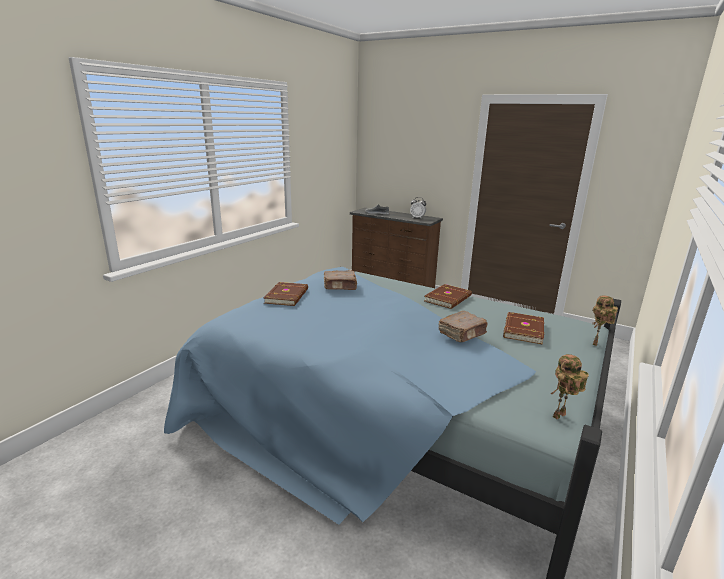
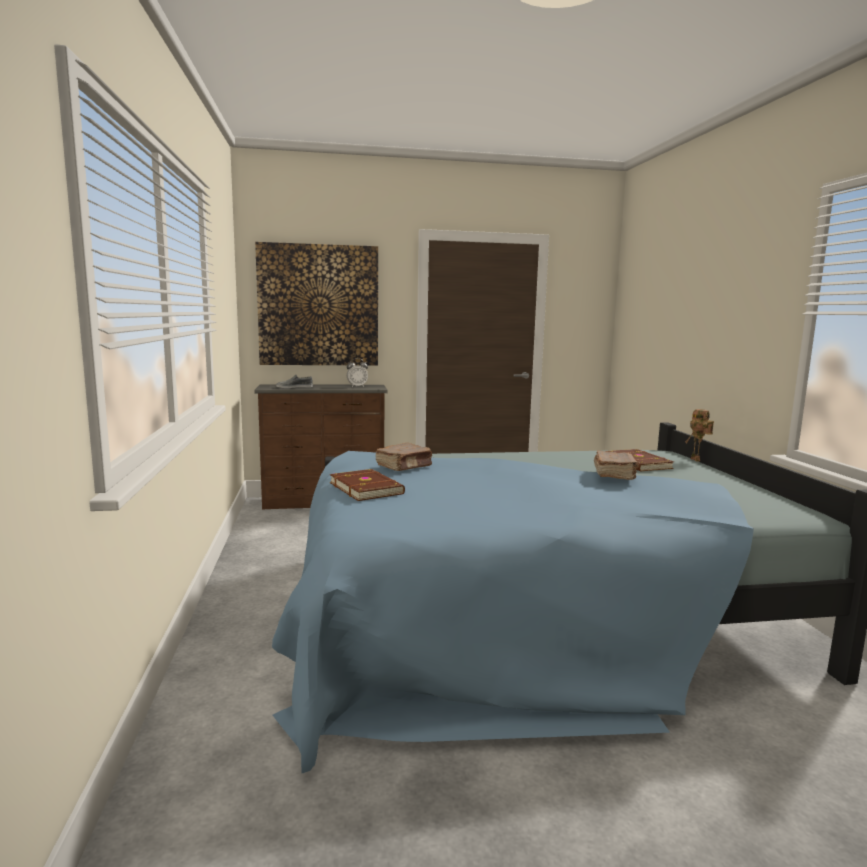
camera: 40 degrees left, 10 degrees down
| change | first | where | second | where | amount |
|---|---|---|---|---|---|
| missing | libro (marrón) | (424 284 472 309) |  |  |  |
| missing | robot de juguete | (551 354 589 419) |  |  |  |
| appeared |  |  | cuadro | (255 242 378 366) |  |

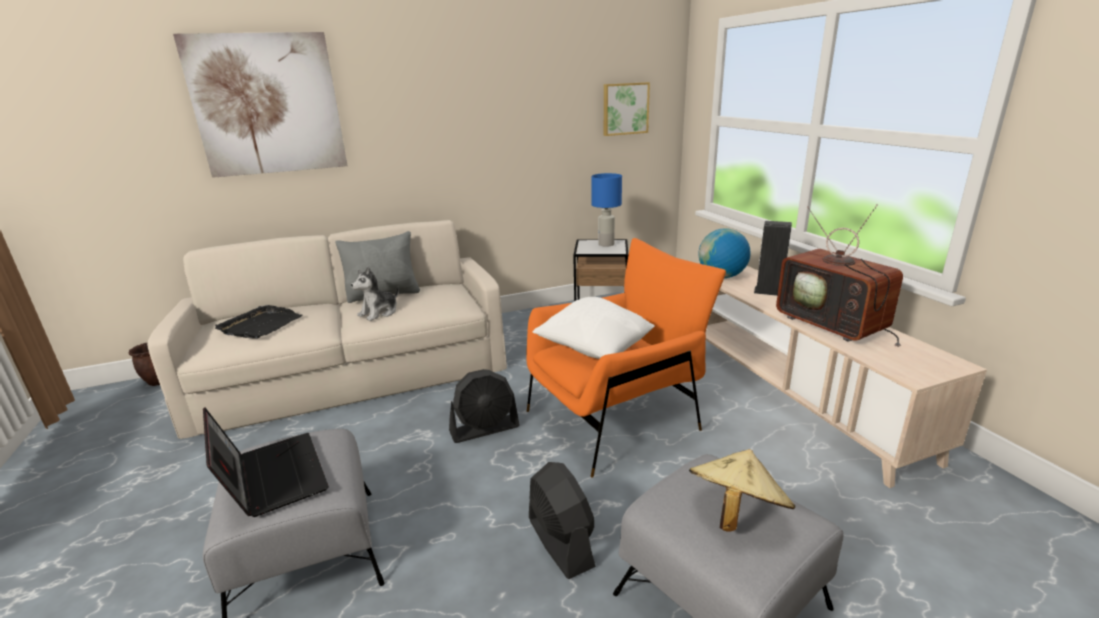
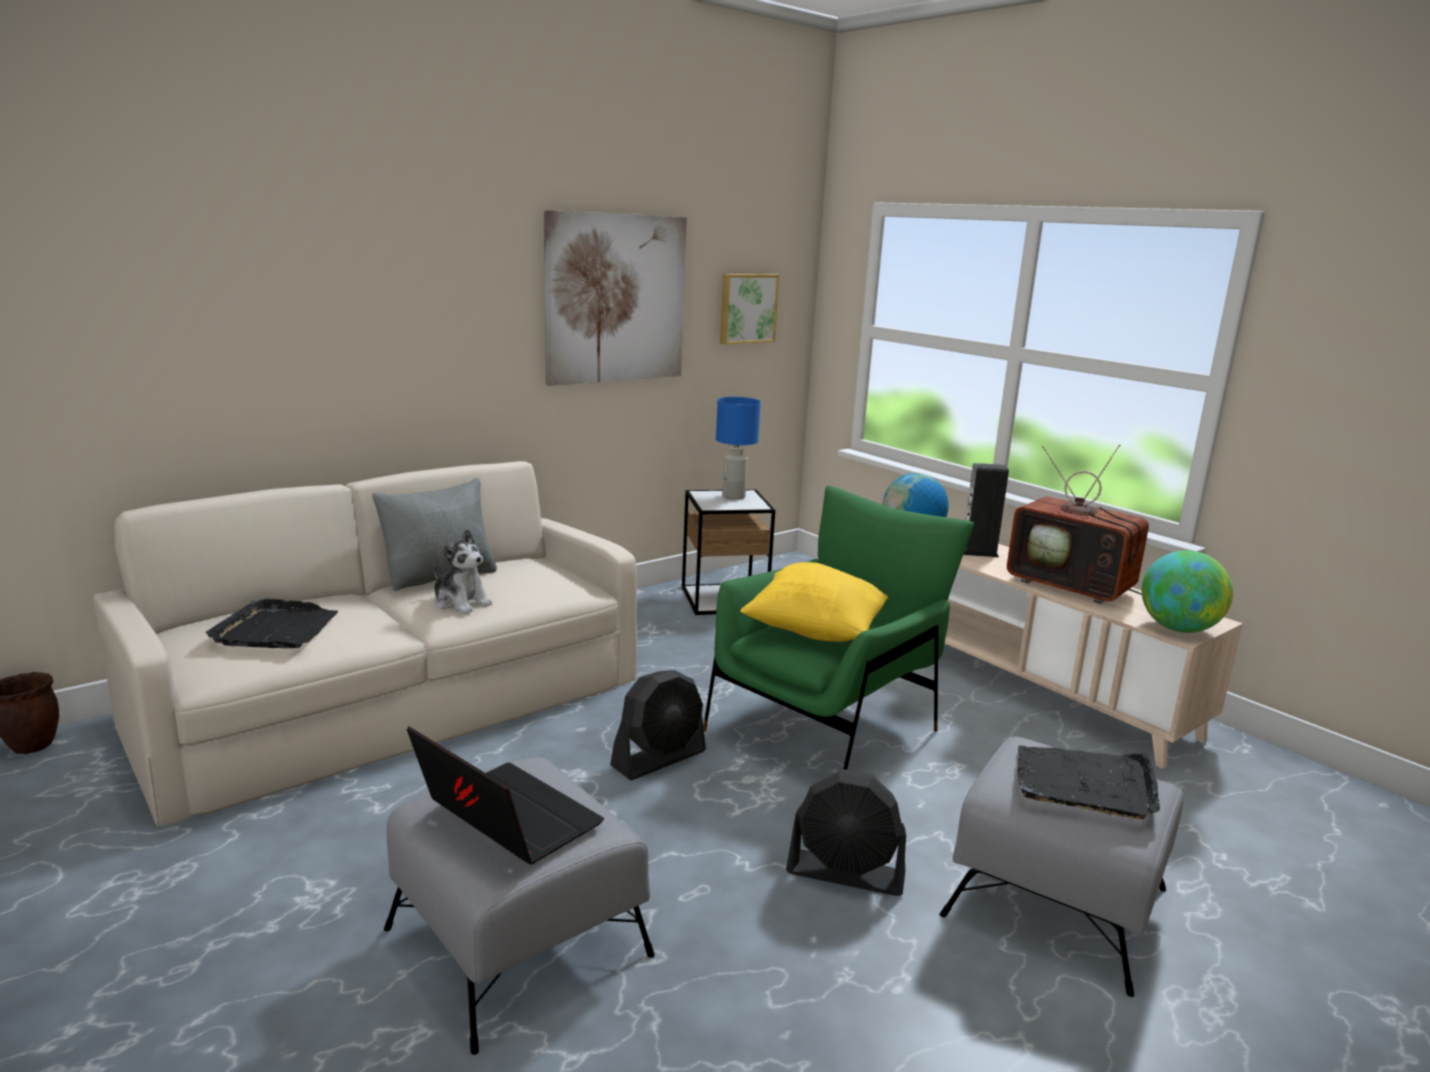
camera: 20 degrees left, 5 degrees down
| change | first | where | second | where | amount |
|---|---|---|---|---|---|
| relocated | cuadro | (173 32 347 178) |  | (544 210 687 386) |  |
| colour | sillón (naranja) | (526 238 726 478) | sillón (verde) | (703 485 974 770) |  |
| spun | peluche | (351 267 399 321) |  | (433 529 492 614) | 75 degrees counterclockwise |
| colour | cojín (blanco) | (532 297 655 359) | cojín (amarillo) | (740 562 888 642) |  |
| exchanged | sombrero (beis) | (689 449 795 532) | bandeja (negro) | (1017 745 1160 820) |  |
| spun | ventilador (negro) | (529 462 596 579) |  | (786 769 906 896) | 150 degrees clockwise |
| appeared |  |  | globo terráqueo | (1142 550 1233 633) |  |

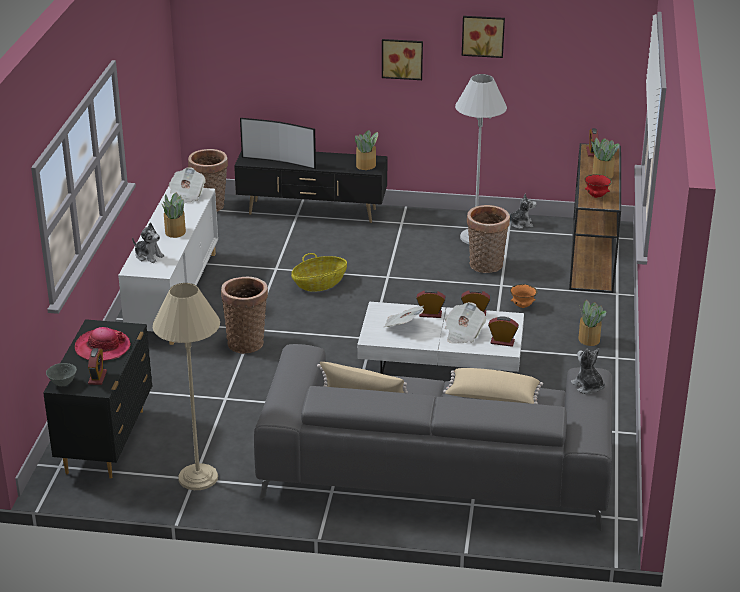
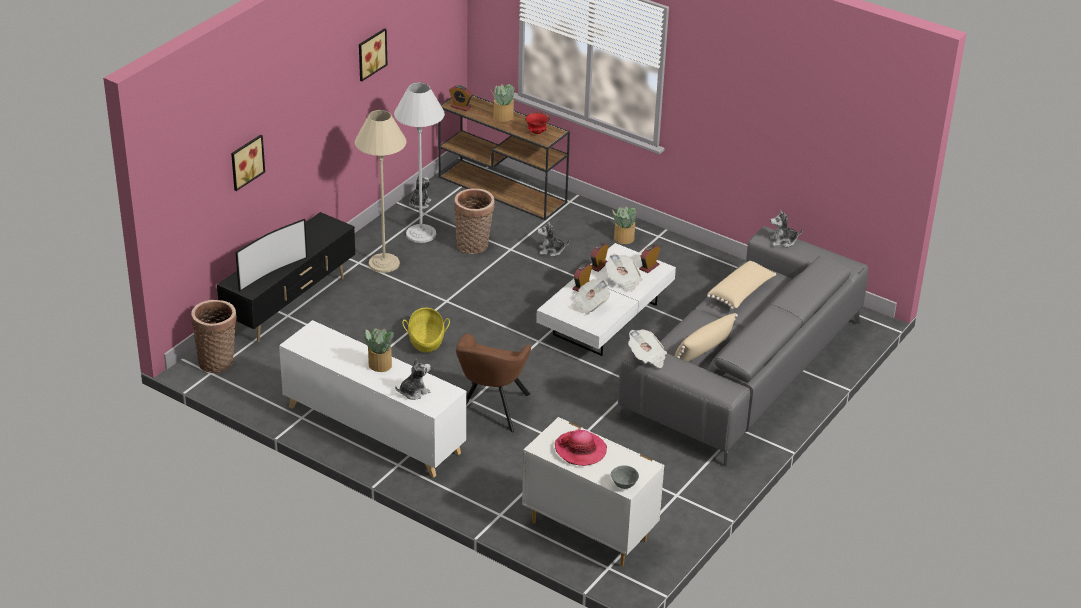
camera: 65 degrees left, 5 degrees up
| change | first | where | second | where | amount |
|---|---|---|---|---|---|
| relocated | cuadro | (382 39 423 80) |  | (231 135 265 191) |  |
| missing | planta en maceta | (355 130 378 170) |  |  |  |
| relocated | periódico | (169 167 206 203) |  | (628 329 667 368) |  |
| exchanged | cesta | (221 277 268 354) | sillón (marrón) | (456 334 531 432) |  |
| relocated | lámpara de pie (beis) | (152 283 220 490) |  | (355 110 407 273) |  |
| exchanged | cuenco (naranja) | (510 284 538 308) | peluche | (537 221 569 257) |  |
| colour | cómoda (negro) | (43 319 152 479) | cómoda (blanco) | (522 417 664 567) |  |
| missing | despertador | (88 348 107 385) |  |  |  |

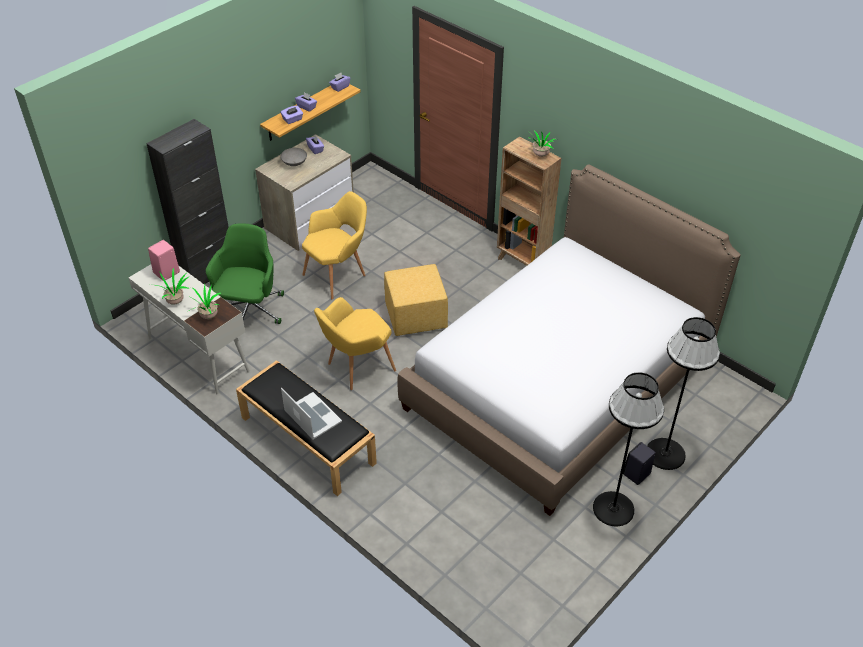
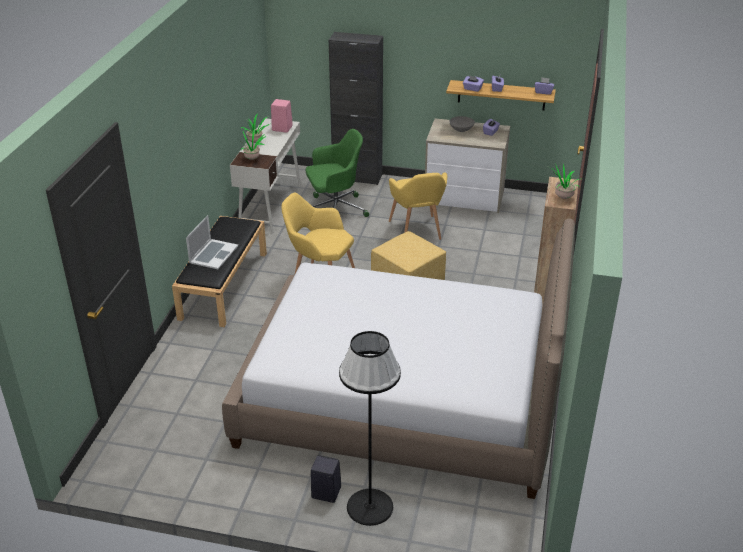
camera: 60 degrees right, 10 degrees down
| change | first | where | second | where | amount |
|---|---|---|---|---|---|
| spun | sillón (amarillo) | (302 191 367 299) |  | (389 172 447 240) | 60 degrees clockwise |
| missing | lámpara de pie (negro) | (593 372 664 526) |  |  |  |

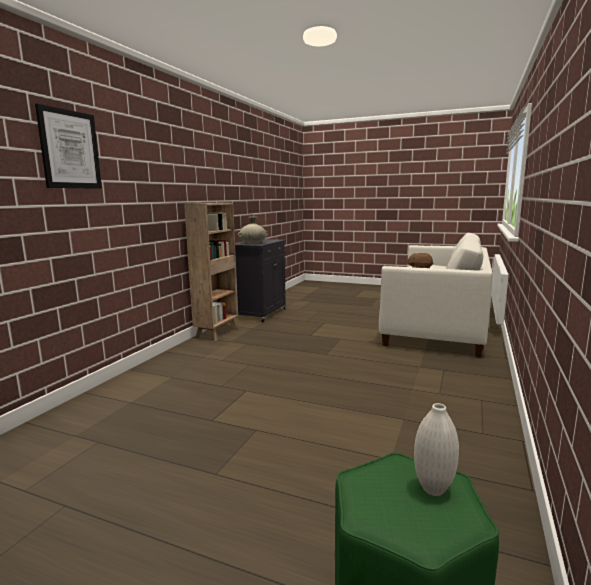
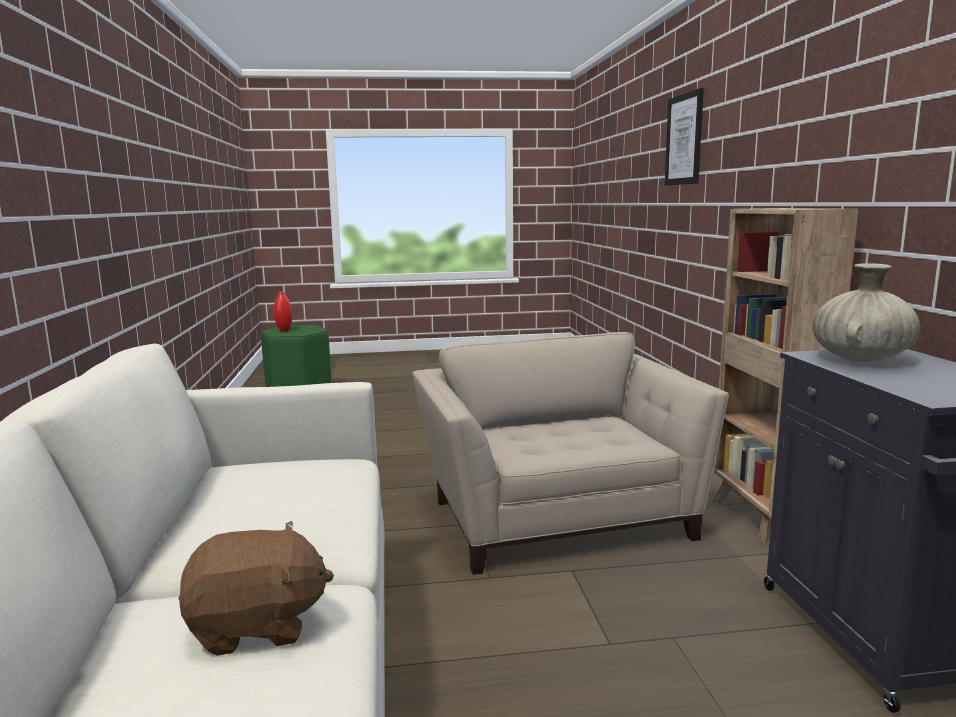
camera: 150 degrees right, 0 degrees up
| change | first | where | second | where | amount |
|---|---|---|---|---|---|
| colour | florero (blanco) | (414 403 459 496) | florero (rojo) | (274 291 292 331) |  |
| appeared |  |  | sillón (beis) | (413 332 729 575) |  |

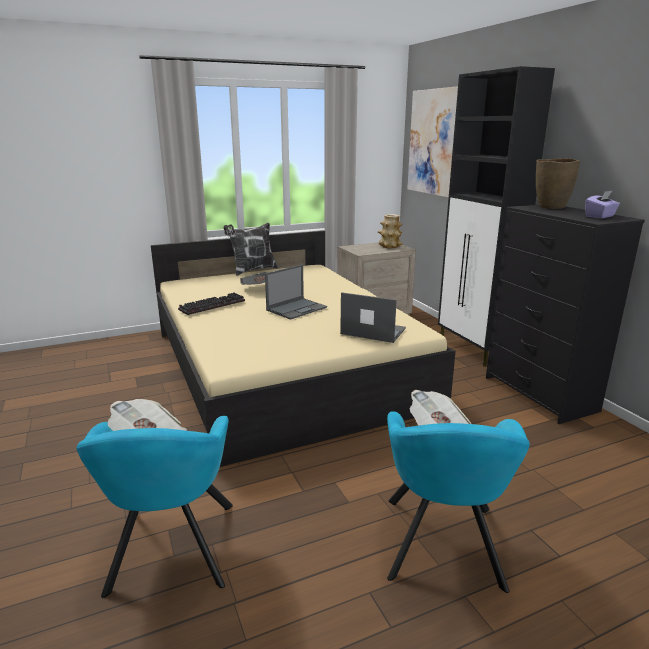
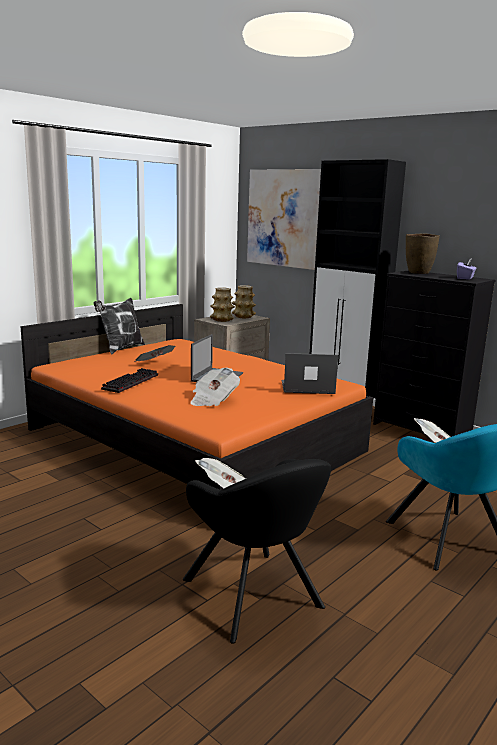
camera: 25 degrees left, 5 degrees down
| change | first | where | second | where | amount |
|---|---|---|---|---|---|
| colour | cama (beis) | (151 231 456 467) | cama (naranja) | (20 304 373 490) |  |
| colour | sillón (turquesa) | (76 416 233 598) | sillón (negro) | (183 459 332 644) |  |
| appeared |  |  | florero | (210 287 235 322) |  |
| appeared |  |  | periódico | (190 367 240 406) |  |

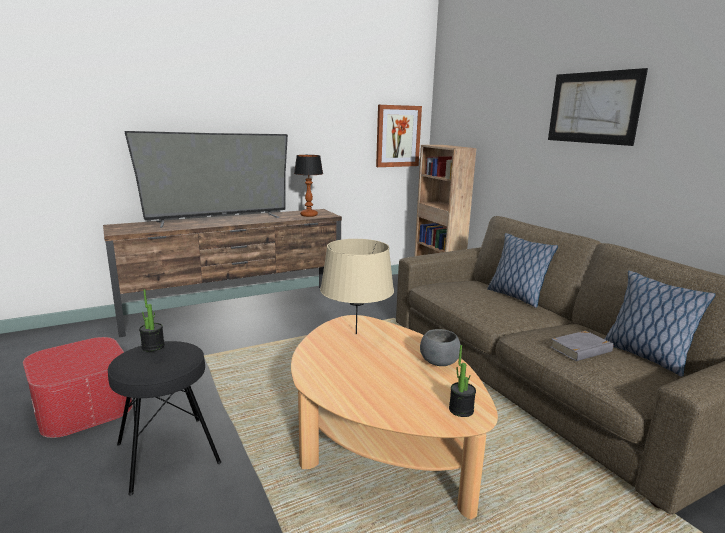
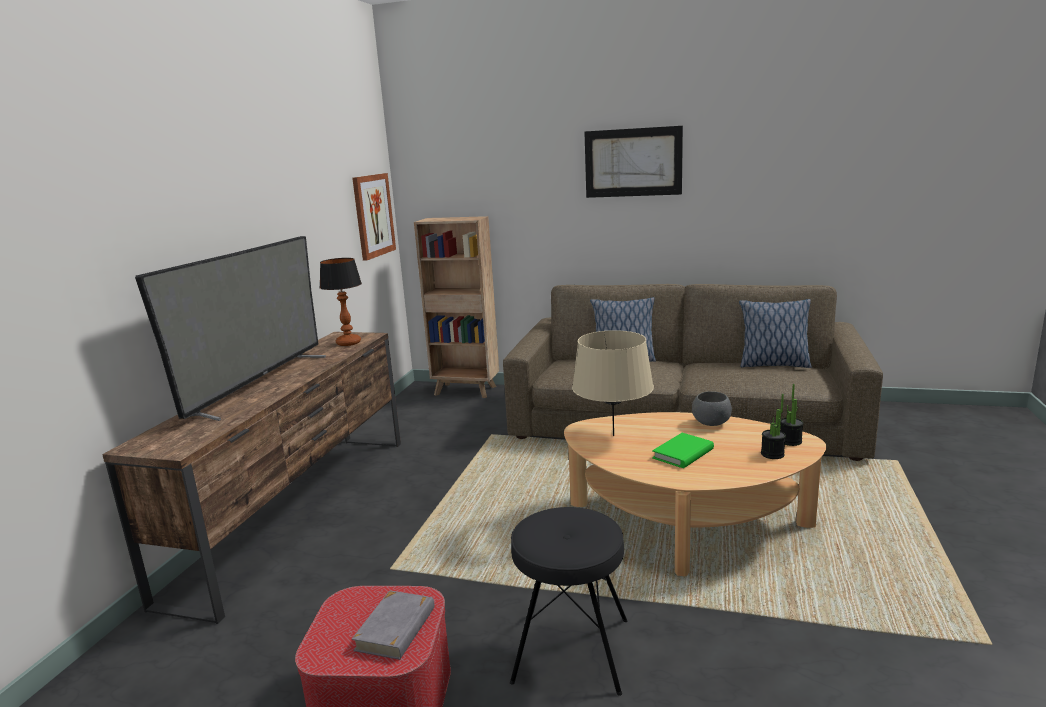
camera: 45 degrees left, 0 degrees up
| change | first | where | second | where | amount |
|---|---|---|---|---|---|
| relocated | planta en maceta | (139 289 165 352) |  | (761 394 786 459) |  |
| relocated | libro (gris) | (551 331 613 361) |  | (352 590 434 660) |  |
| appeared |  |  | libro (verde) | (652 433 714 468) |  |

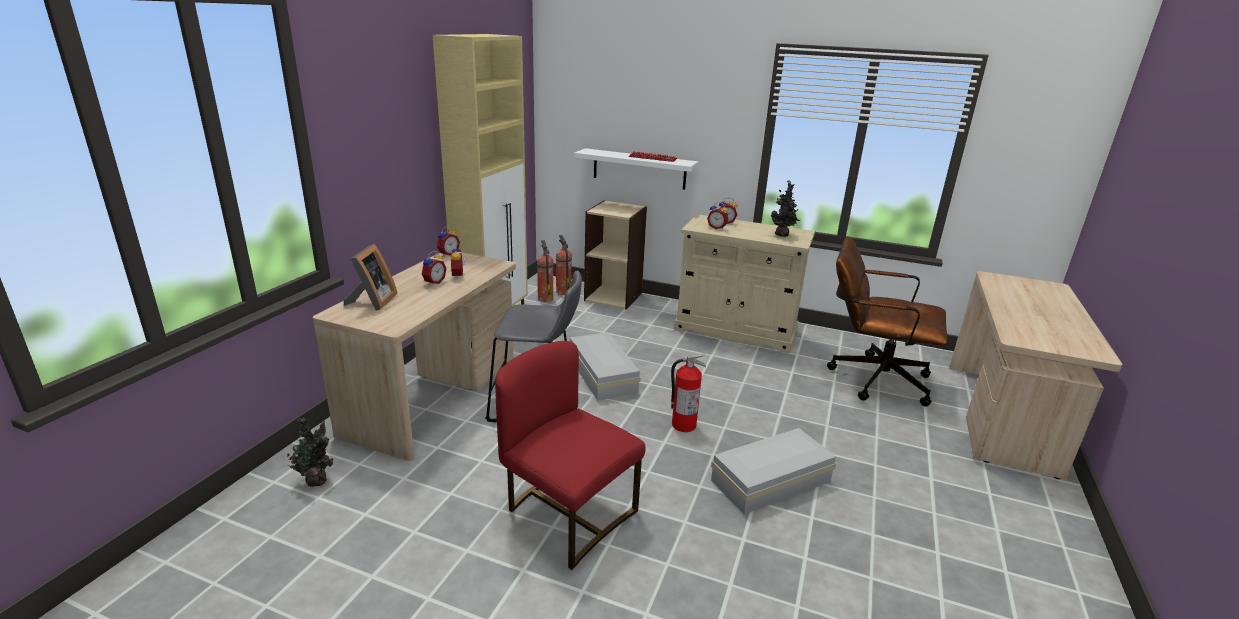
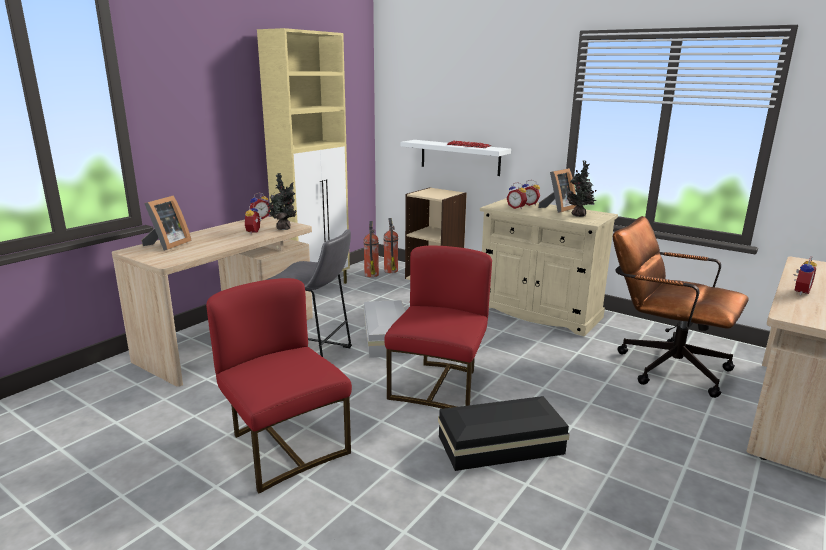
camera: 15 degrees right, 5 degrees down
| change | first | where | second | where | amount |
|---|---|---|---|---|---|
| relocated | despertador | (422 251 447 286) |  | (793 256 817 295) |  |
| exchanged | extintor | (671 353 706 432) | silla (rojo) | (384 246 492 409) |  |
| relocated | planta en maceta | (287 417 333 487) |  | (266 173 296 230) |  |
| colour | caja de almacenaje (blanco) | (711 428 836 514) | caja de almacenaje (negro) | (438 396 570 471) |  |
| appeared |  |  | portarretratos | (538 168 576 213) |  |

